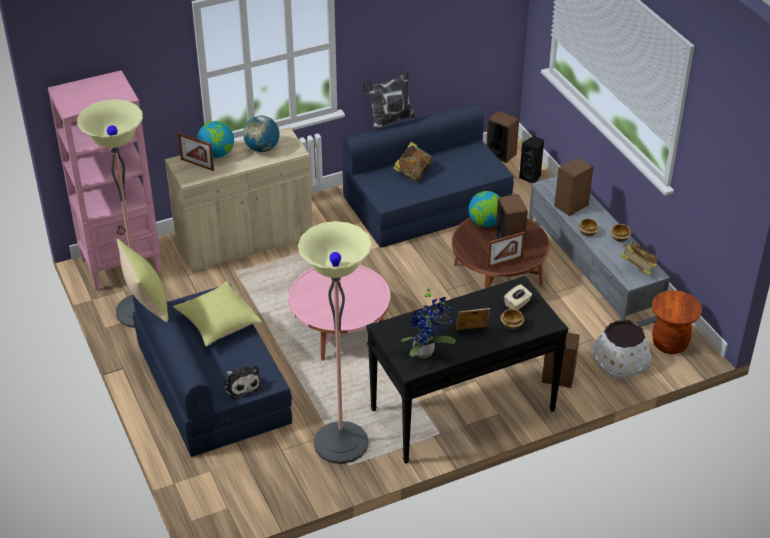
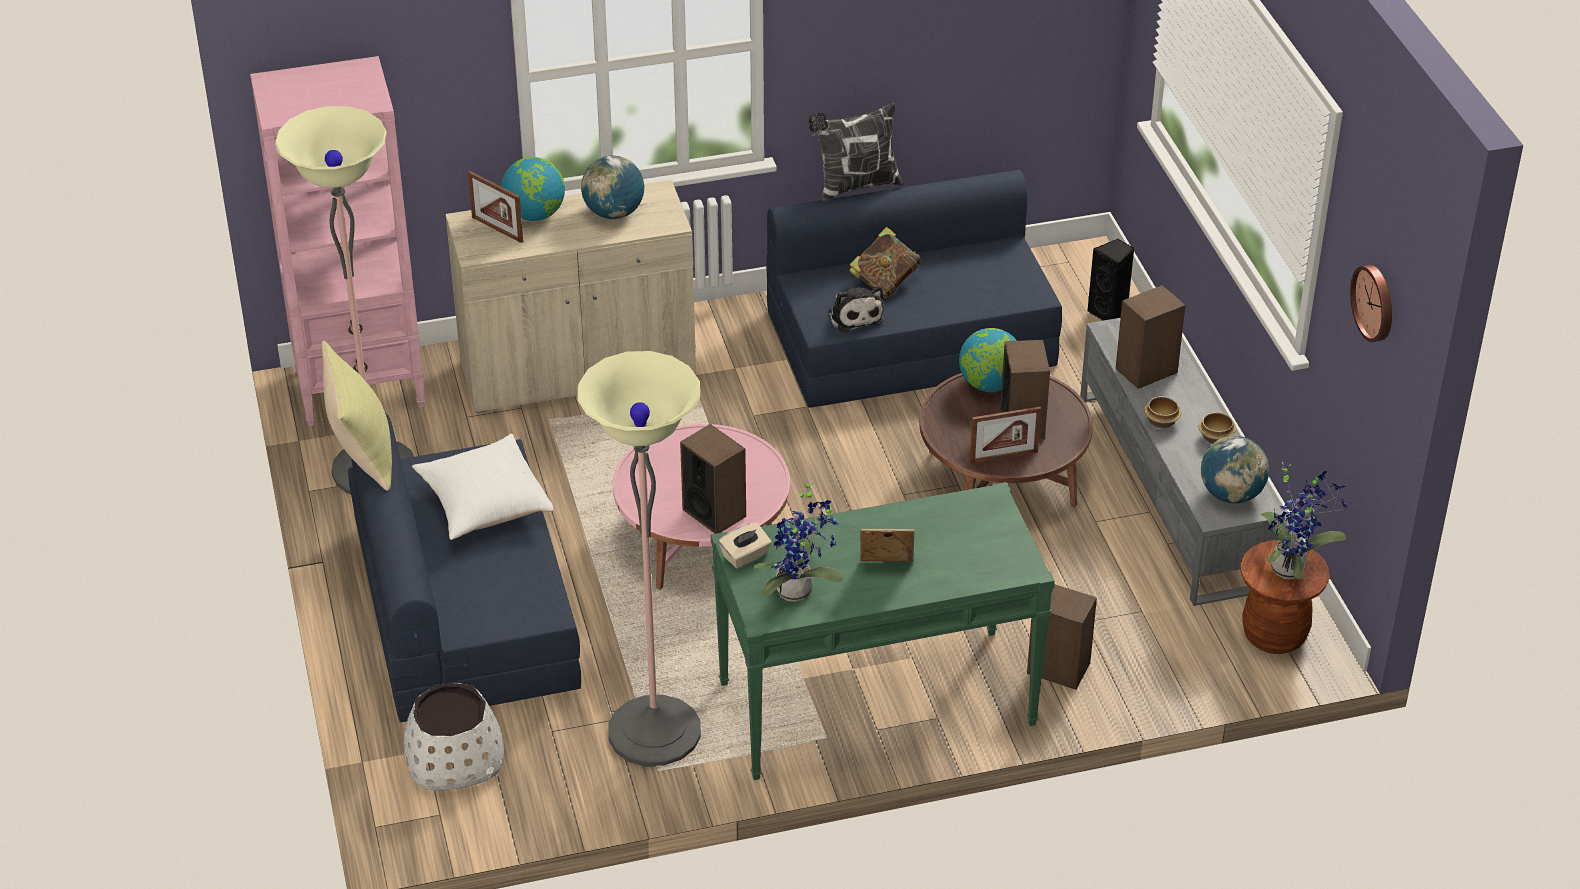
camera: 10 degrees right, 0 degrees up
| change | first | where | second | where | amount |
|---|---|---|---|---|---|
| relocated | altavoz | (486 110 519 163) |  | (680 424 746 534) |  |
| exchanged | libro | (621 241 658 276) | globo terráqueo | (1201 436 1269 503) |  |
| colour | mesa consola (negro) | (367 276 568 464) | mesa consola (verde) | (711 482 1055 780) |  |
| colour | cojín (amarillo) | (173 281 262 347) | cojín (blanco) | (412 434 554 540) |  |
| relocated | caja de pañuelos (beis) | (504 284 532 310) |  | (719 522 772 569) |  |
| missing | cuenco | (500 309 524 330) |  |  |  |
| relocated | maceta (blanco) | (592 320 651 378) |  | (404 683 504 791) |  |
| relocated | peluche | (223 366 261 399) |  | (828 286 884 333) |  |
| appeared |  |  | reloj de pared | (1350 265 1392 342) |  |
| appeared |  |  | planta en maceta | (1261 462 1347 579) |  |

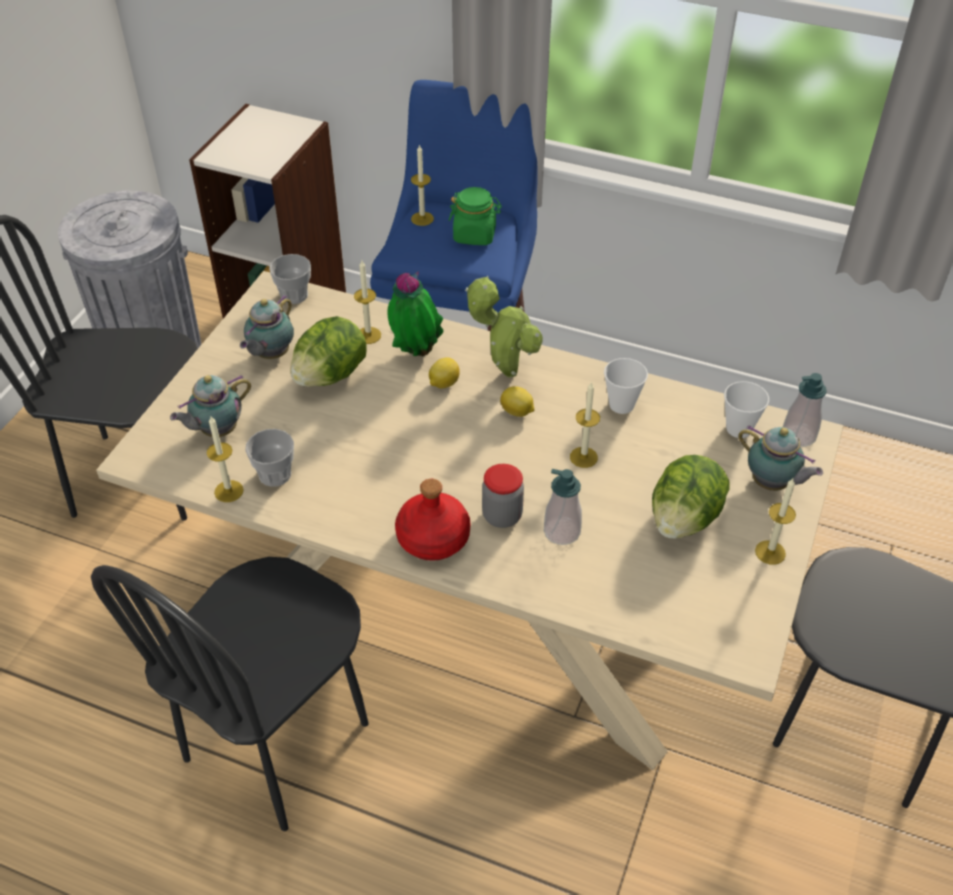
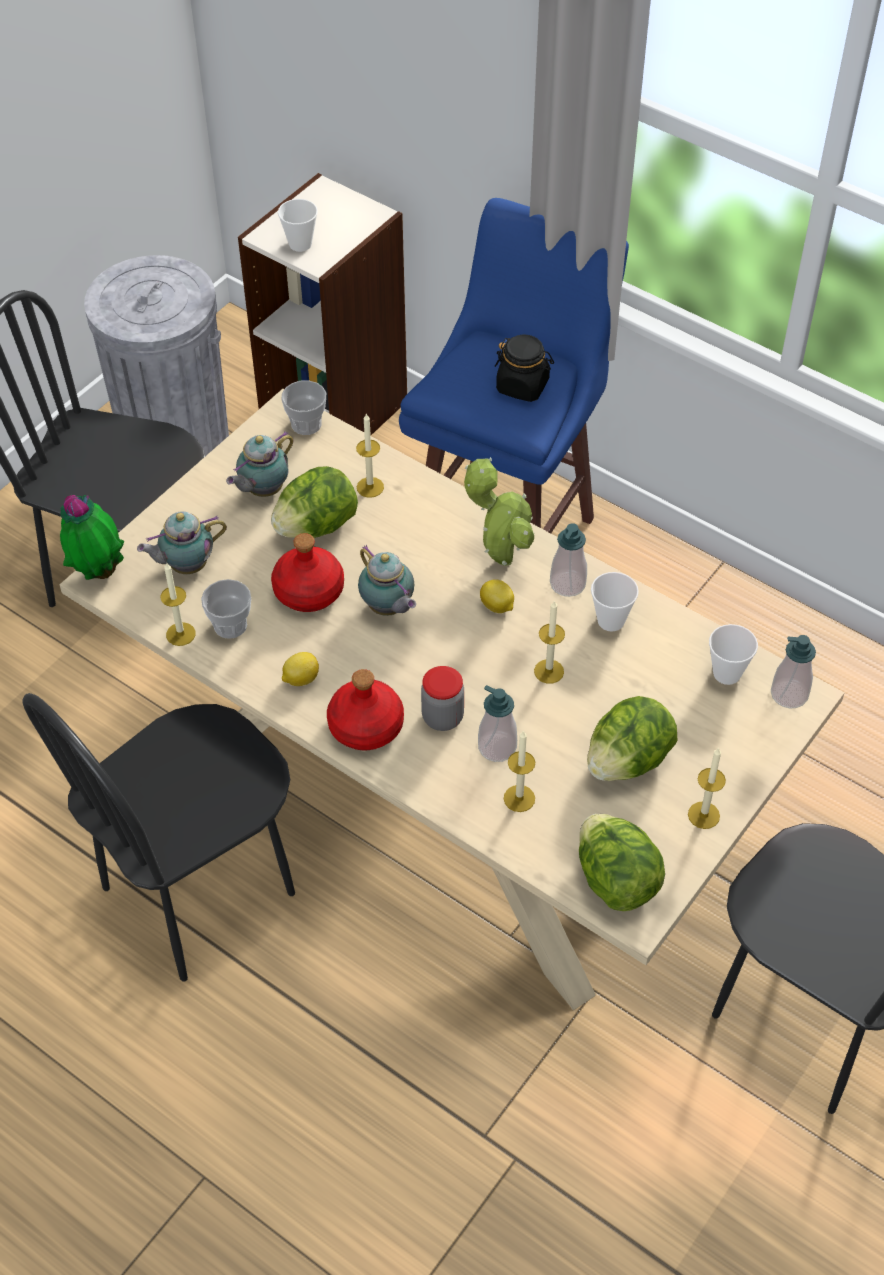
camera: 15 degrees right, 5 degrees up
| change | first | where | second | where | amount |
|---|---|---|---|---|---|
| relocated | vela | (411 144 434 226) |  | (504 730 535 812) |  |
| colour | tarro (verde) | (449 187 502 245) | tarro (negro) | (495 335 554 402) |  |
| relocated | planta en maceta | (387 271 444 356) |  | (60 495 124 580) |  |
| relocated | limón | (429 357 460 389) |  | (282 652 319 686) |  |
| relocated | tetera | (738 425 823 491) |  | (358 545 416 616) |  |
| appeared |  |  | taza | (278 199 318 252) |  |
| appeared |  |  | dispensador de jabón | (550 523 587 597) |  |
| appeared |  |  | botella (rojo) | (271 533 344 612) |  |
| appeared |  |  | lechuga | (579 814 665 911) |  |

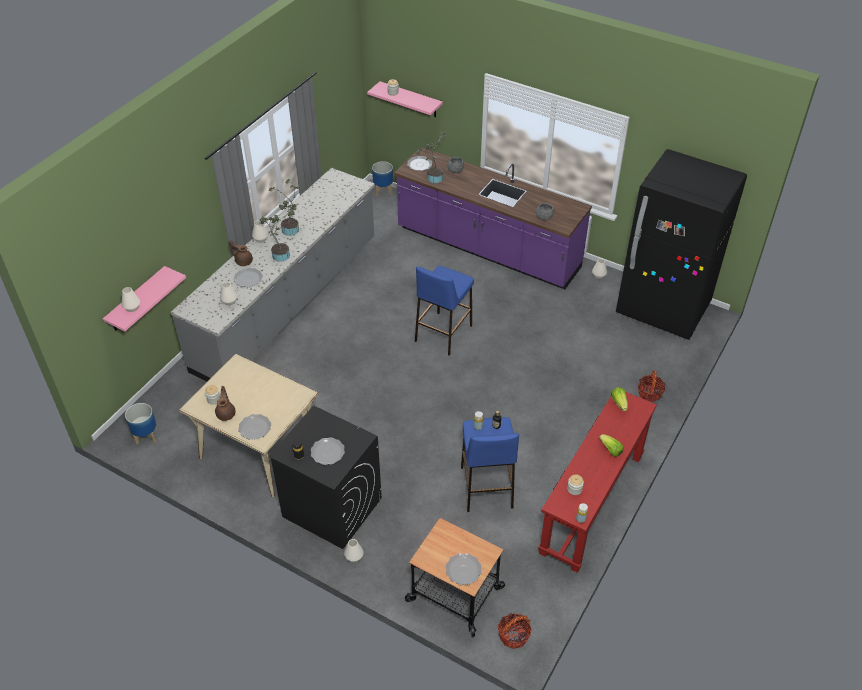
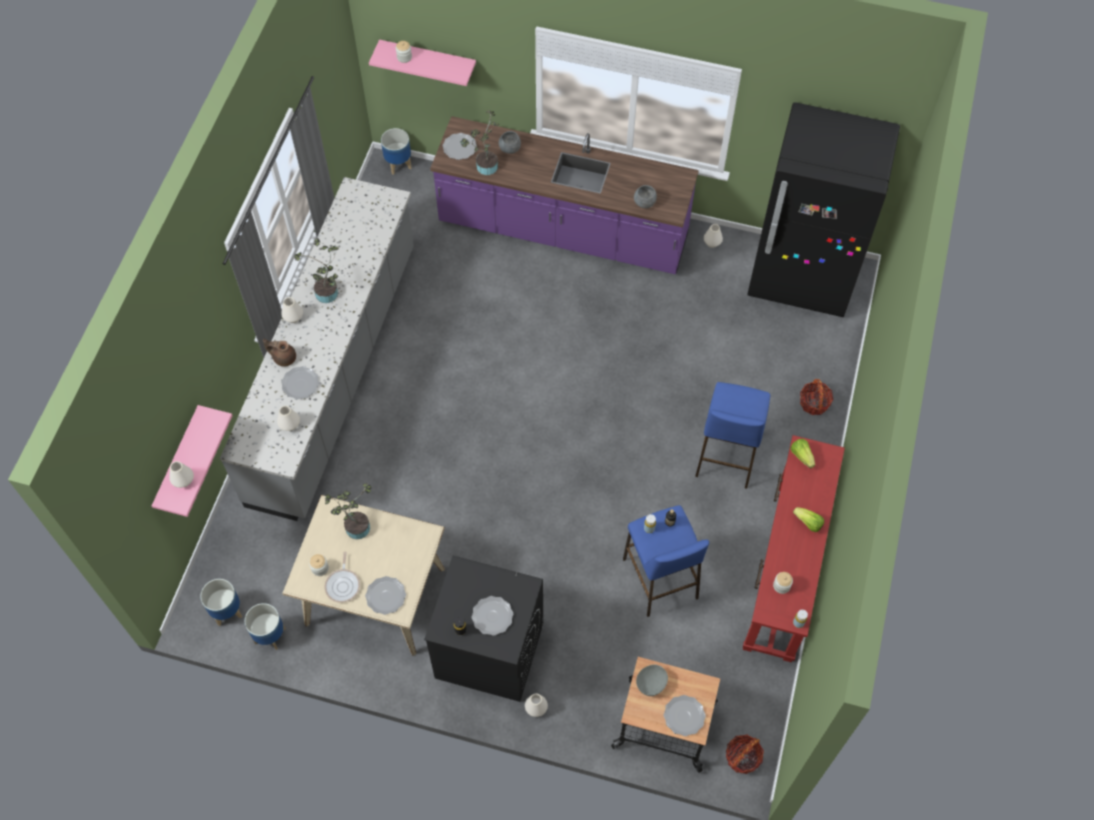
camera: 15 degrees left, 15 degrees up
| change | first | where | second | where | amount |
|---|---|---|---|---|---|
| relocated | planta en maceta | (259 211 293 262) |  | (325 483 372 539) |  |
| relocated | taburete (azul) | (415 266 474 356) |  | (695 382 770 489) |  |
| exchanged | tetera (marrón) | (215 386 236 421) | sartén | (325 551 360 603) |  |
| appeared |  |  | maceta | (245 603 286 650) |  |
| appeared |  |  | cuenco (gris) | (636 664 668 696) |  |

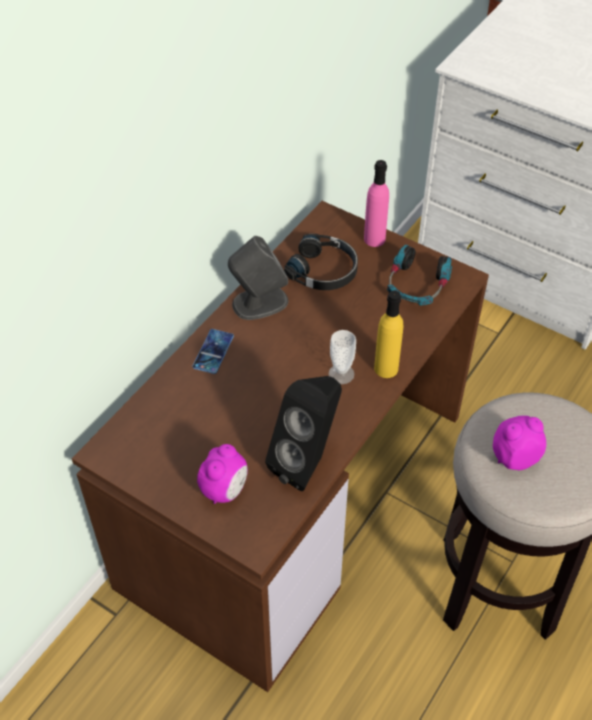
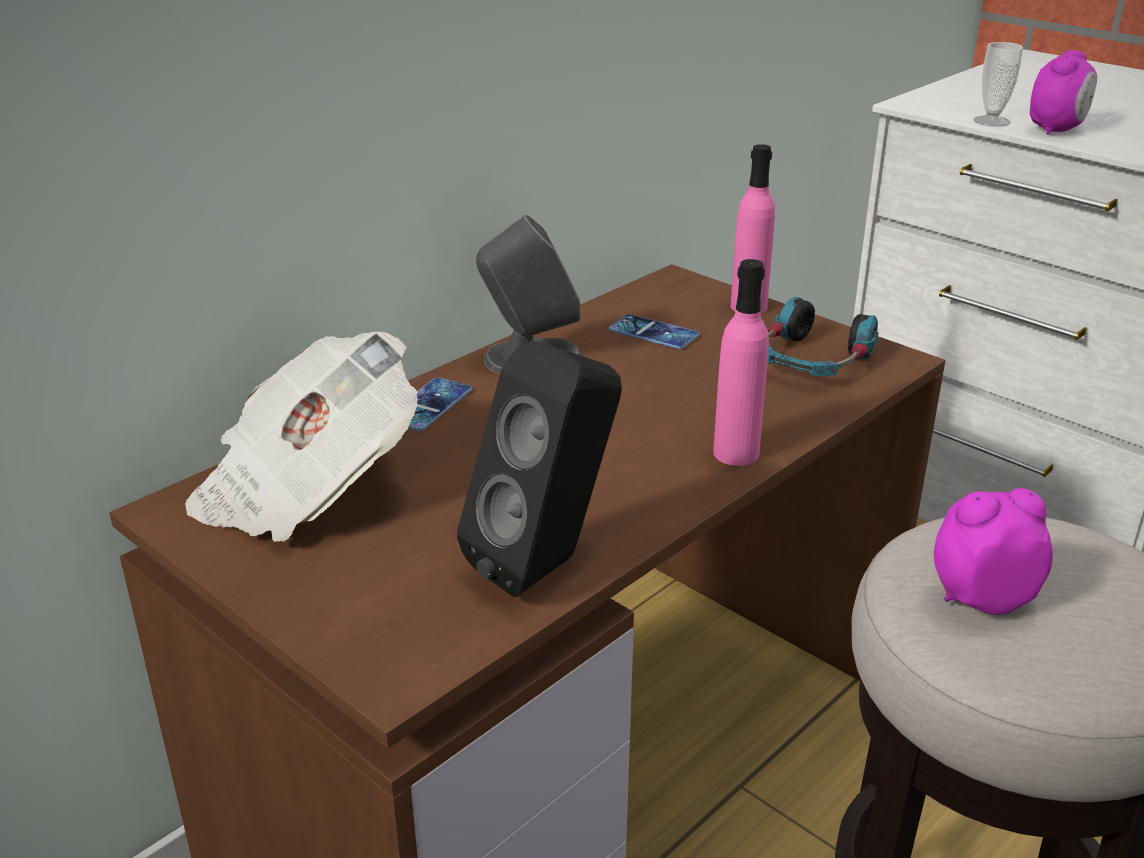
camera: 10 degrees right, 20 degrees down
| change | first | where | second | where | amount |
|---|---|---|---|---|---|
| exchanged | auriculares (negro) | (284 234 358 290) | móvil | (608 314 700 349) |  |
| colour | botella (amarillo) | (374 290 403 378) | botella (rosa) | (713 259 769 466) |  |
| relocated | taza | (329 330 356 384) |  | (974 42 1023 127) |  |
| relocated | despertador | (197 444 248 504) |  | (1030 50 1097 134) |  |
| appeared |  |  | periódico | (185 331 418 542) |  |

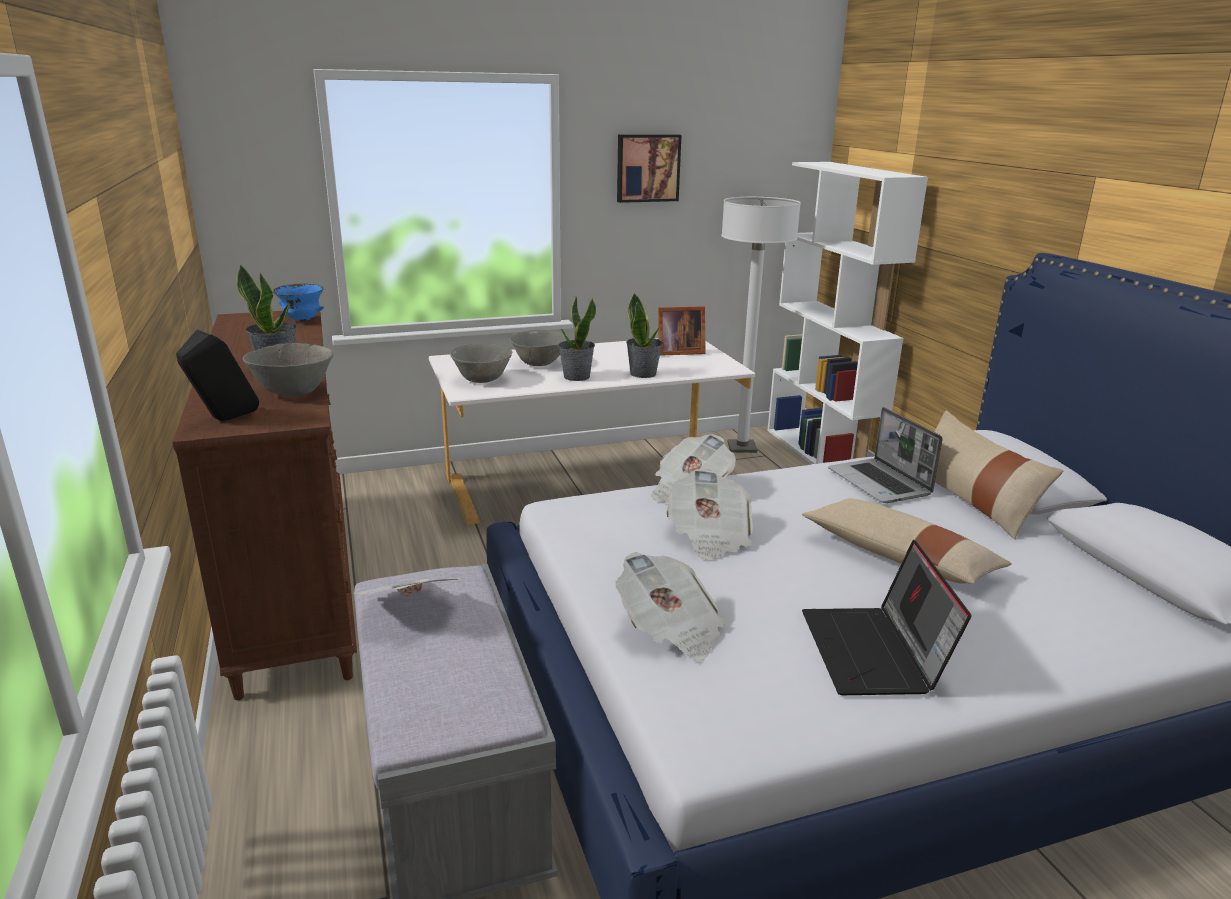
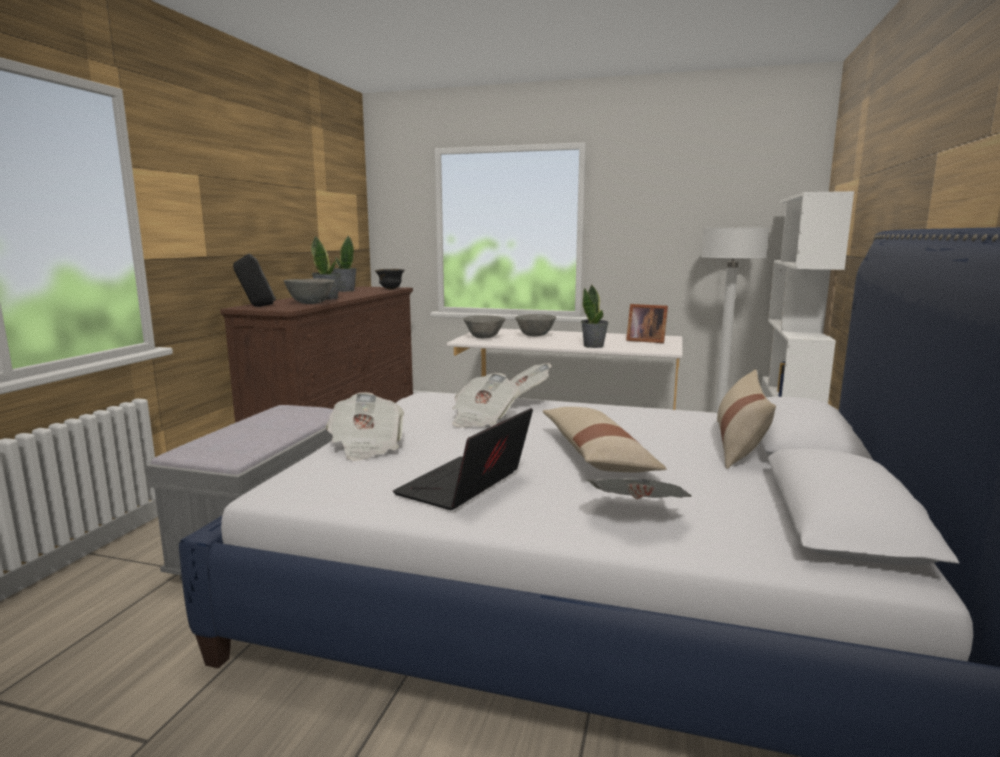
camera: 35 degrees right, 10 degrees down
| change | first | where | second | where | amount |
|---|---|---|---|---|---|
| missing | cuadro | (617 134 682 203) |  |  |  |
| colour | cuenco (azul) | (273 284 324 321) | cuenco (negro) | (375 269 404 290) |  |
| relocated | planta en maceta | (558 297 596 381) |  | (332 236 357 292) |  |
| missing | portátil | (828 407 943 503) |  |  |  |
| relocated | periódico | (353 579 457 596) |  | (586 478 692 499) |  |

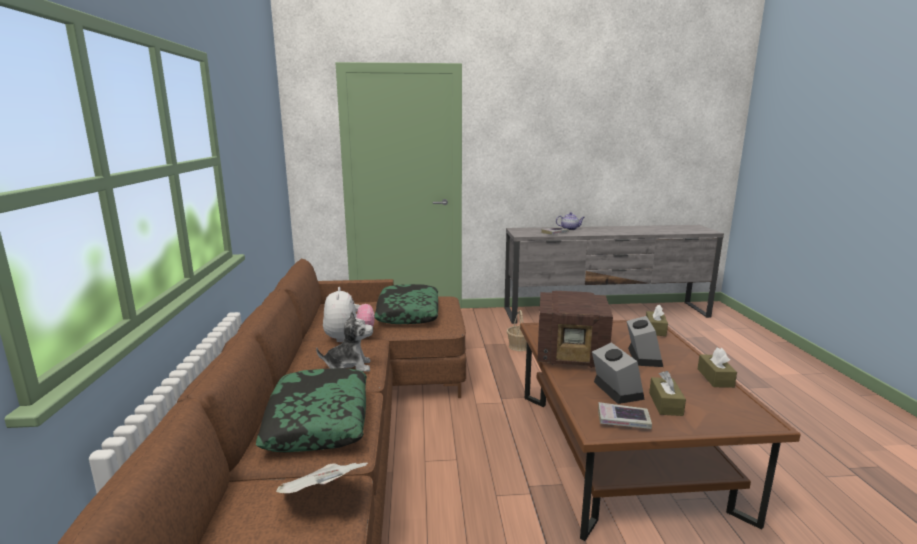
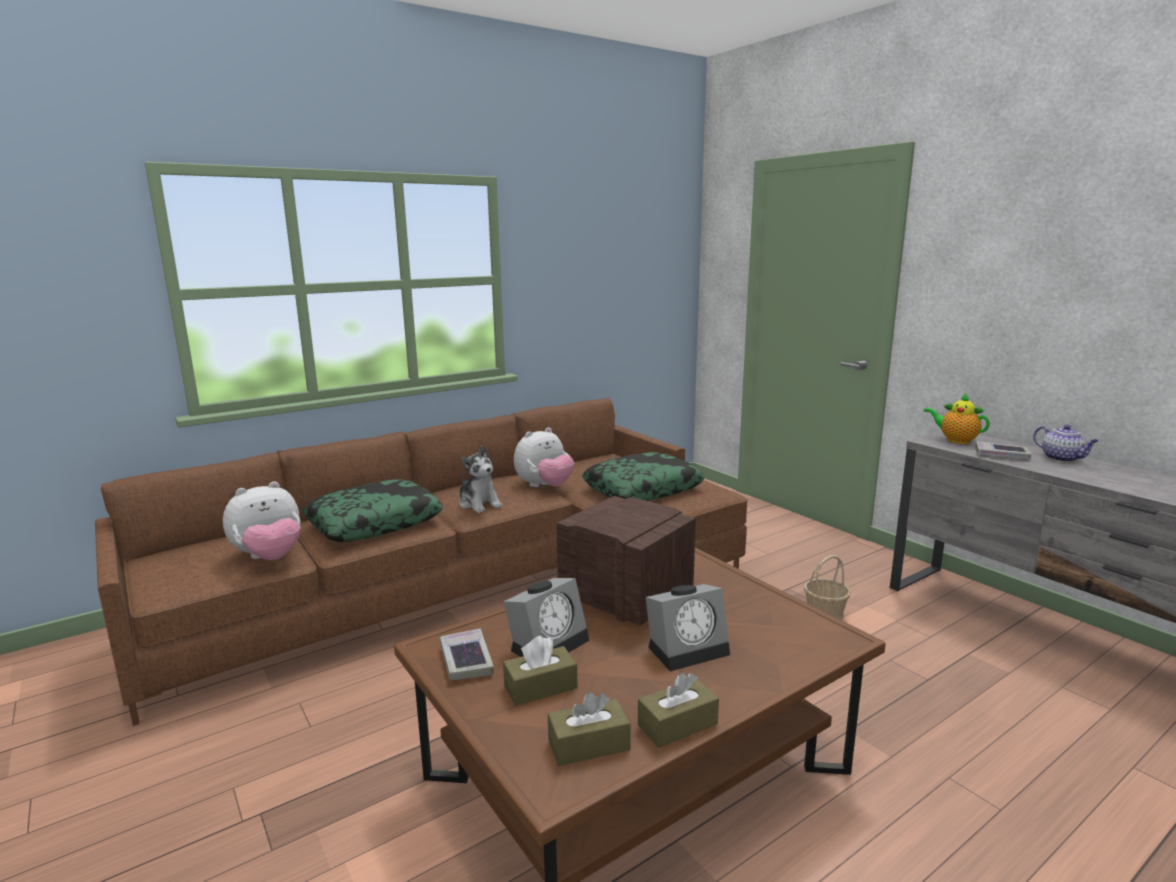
camera: 60 degrees right, 0 degrees up
| change | first | where | second | where | amount |
|---|---|---|---|---|---|
| spun | radio | (537 291 613 368) |  | (556 496 696 626) | 150 degrees clockwise |
| relocated | caja de pañuelos (marrón) | (646 305 668 336) |  | (548 692 631 766) |  |
| exchanged | periódico | (276 462 368 493) | peluche | (223 481 301 560) |  |
| appeared |  |  | tetera | (924 393 990 444) |  |

